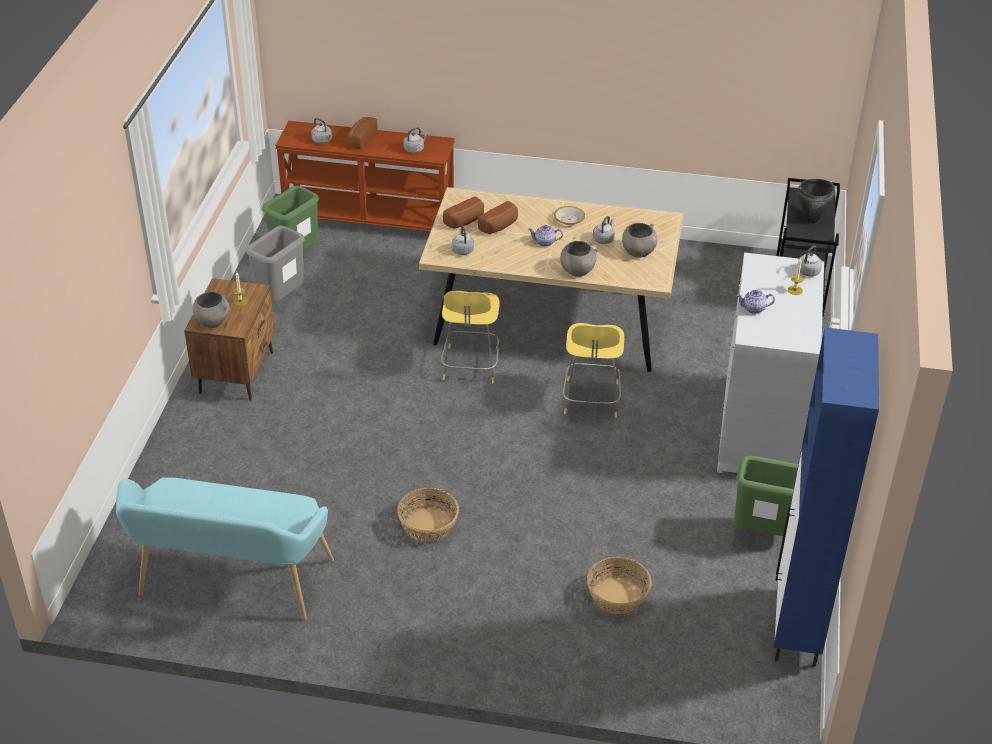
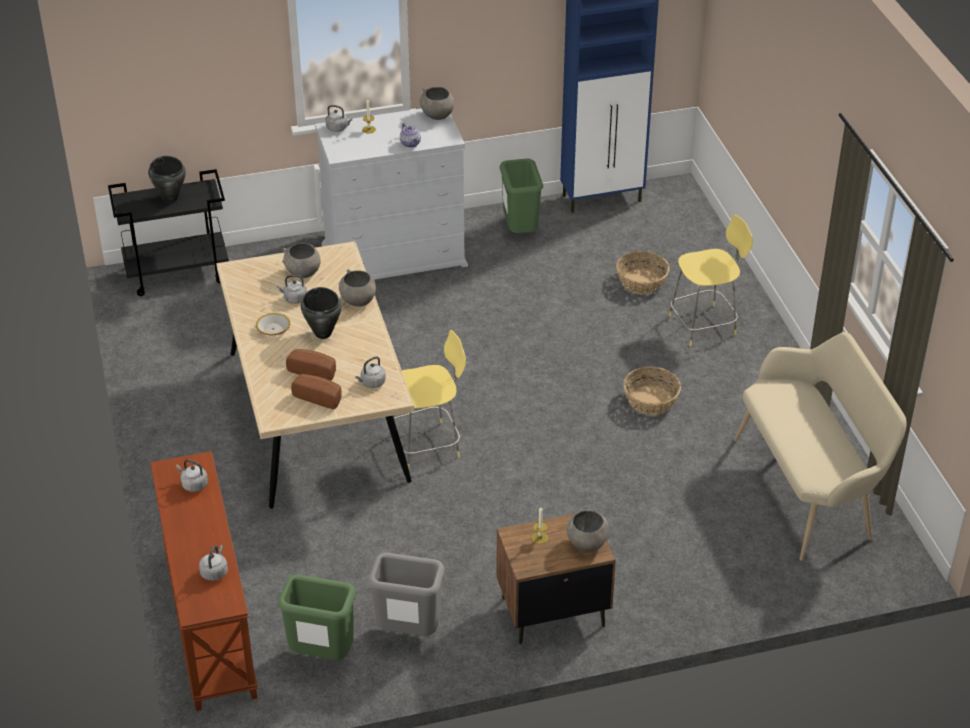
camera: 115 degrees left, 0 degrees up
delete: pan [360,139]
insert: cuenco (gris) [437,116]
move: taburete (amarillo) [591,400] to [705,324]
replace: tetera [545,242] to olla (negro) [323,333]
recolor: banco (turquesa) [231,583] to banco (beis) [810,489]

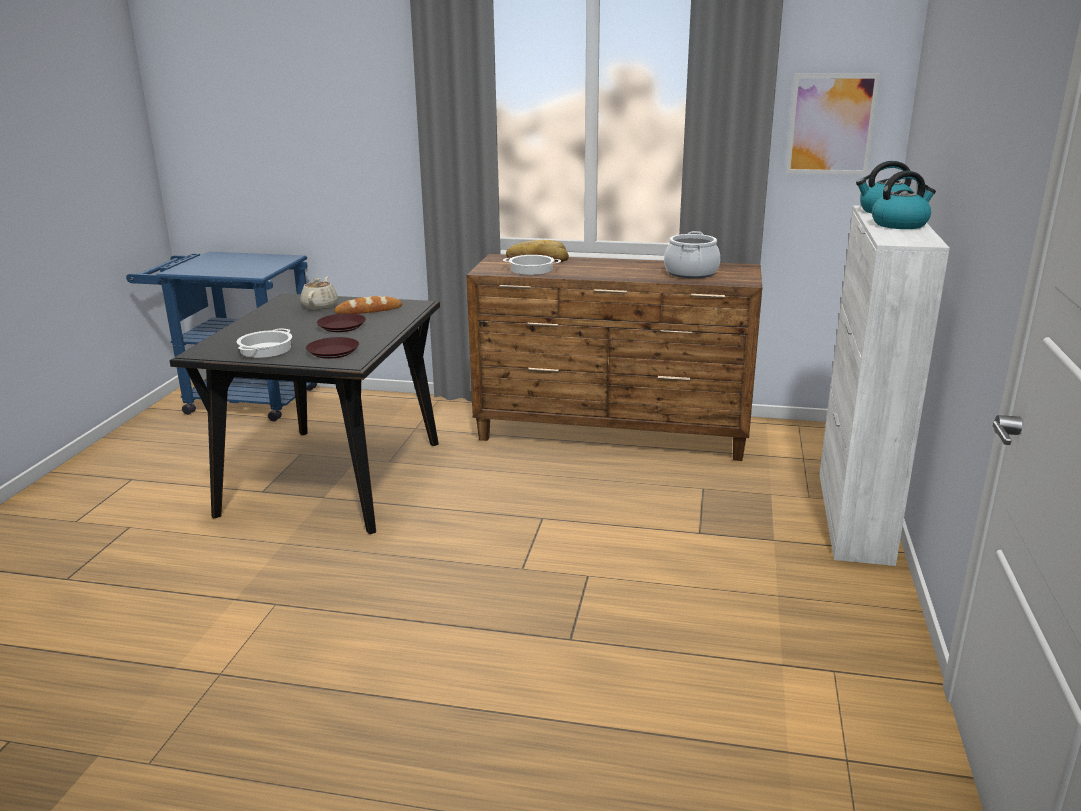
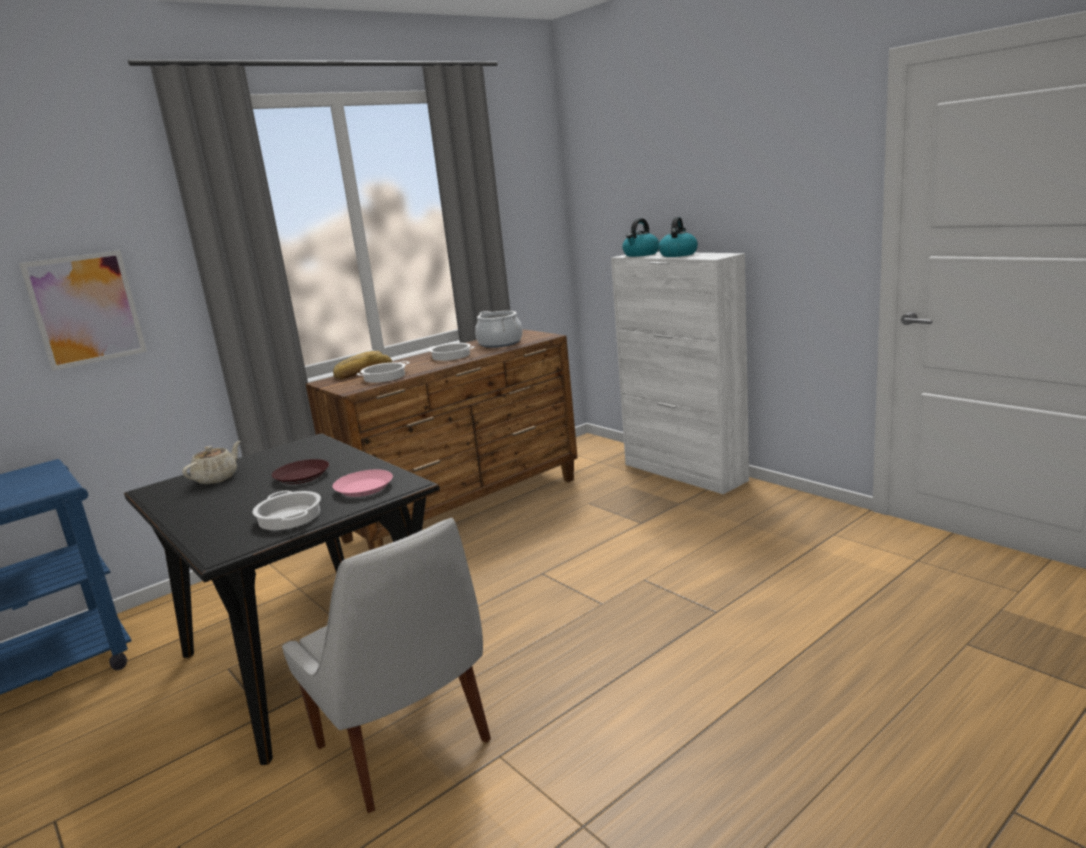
camera: 50 degrees left, 5 degrees down
delete: pan [369,310]
insert: silla (blanco) [406,747]; olla [450,356]
move: cuadro [831,124] to [86,309]
recolor: plato (marrón) [333,352] to plato (rosa) [363,488]
rotate: tetera (beis) [320,306] = [217,478] 75 degrees clockwise

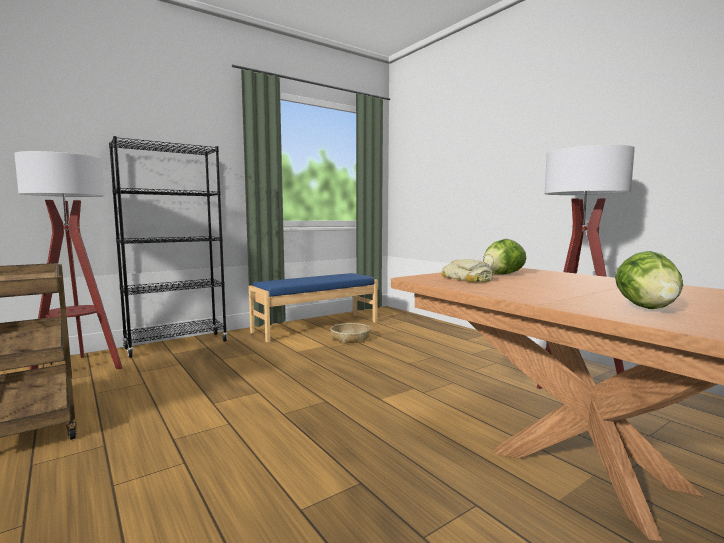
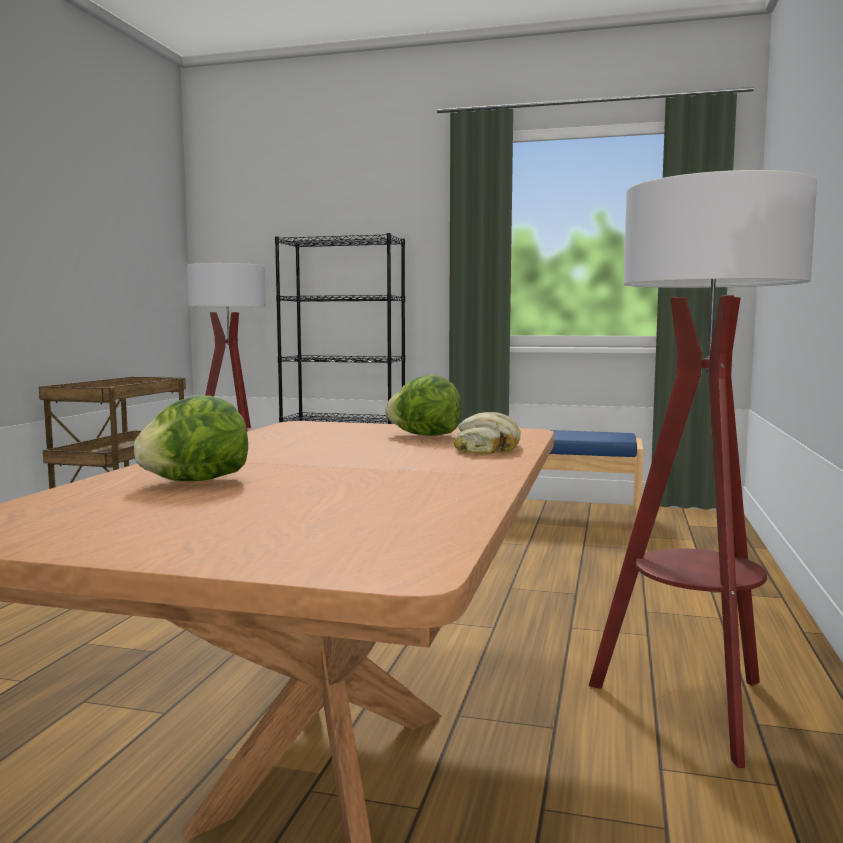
camera: 50 degrees right, 0 degrees up
delete: cesta [350,338]
move: pan [467,279] to [489,447]

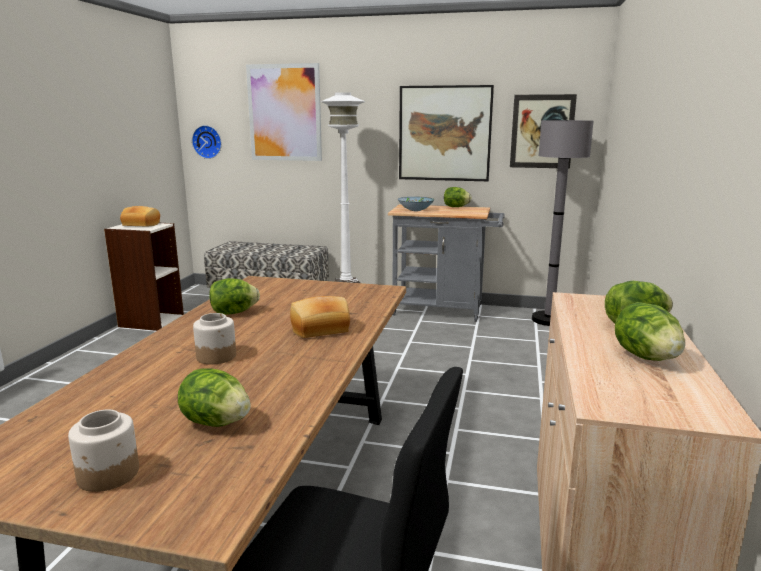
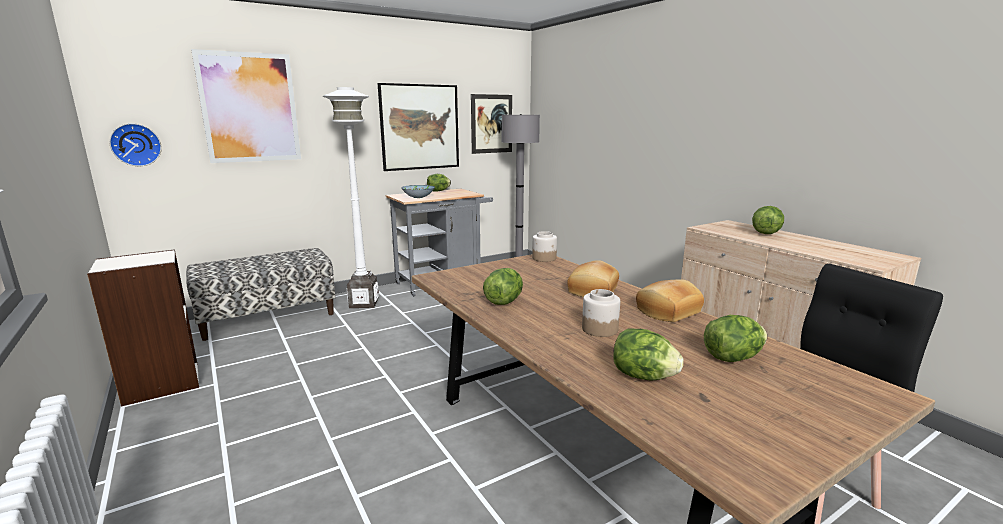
camera: 45 degrees left, 0 degrees up
move: tarro [108,474] to [544,258]; pan [142,224] to [667,311]; lechuga [646,357] to [643,376]

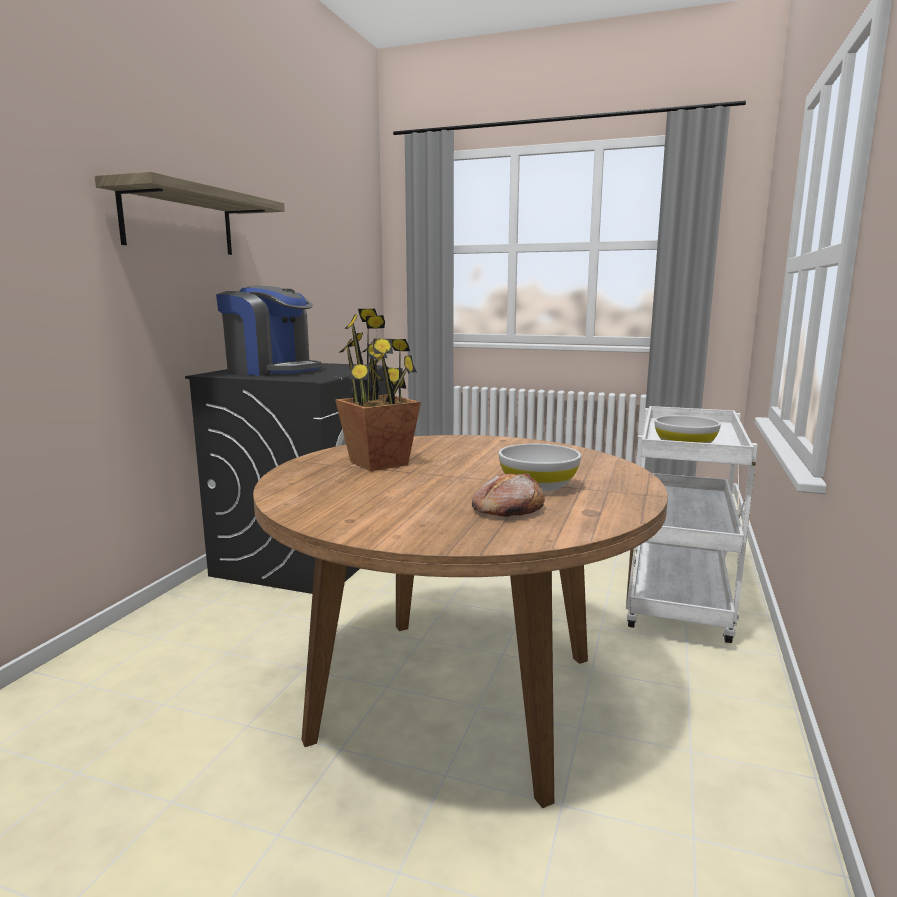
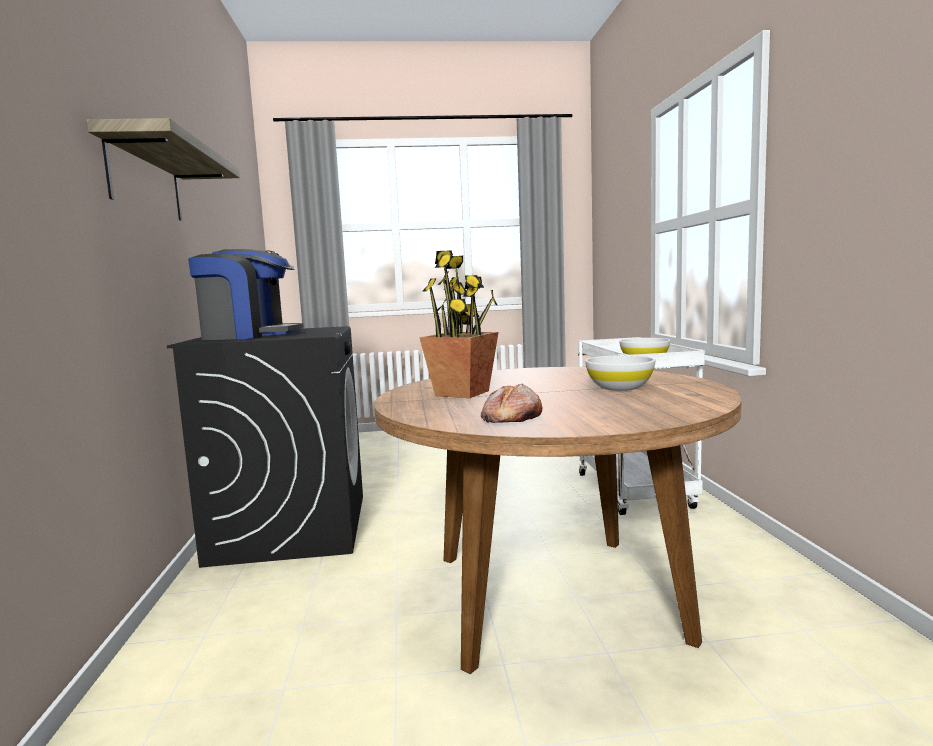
camera: 25 degrees left, 5 degrees down
move: pan [507,509] to [511,419]

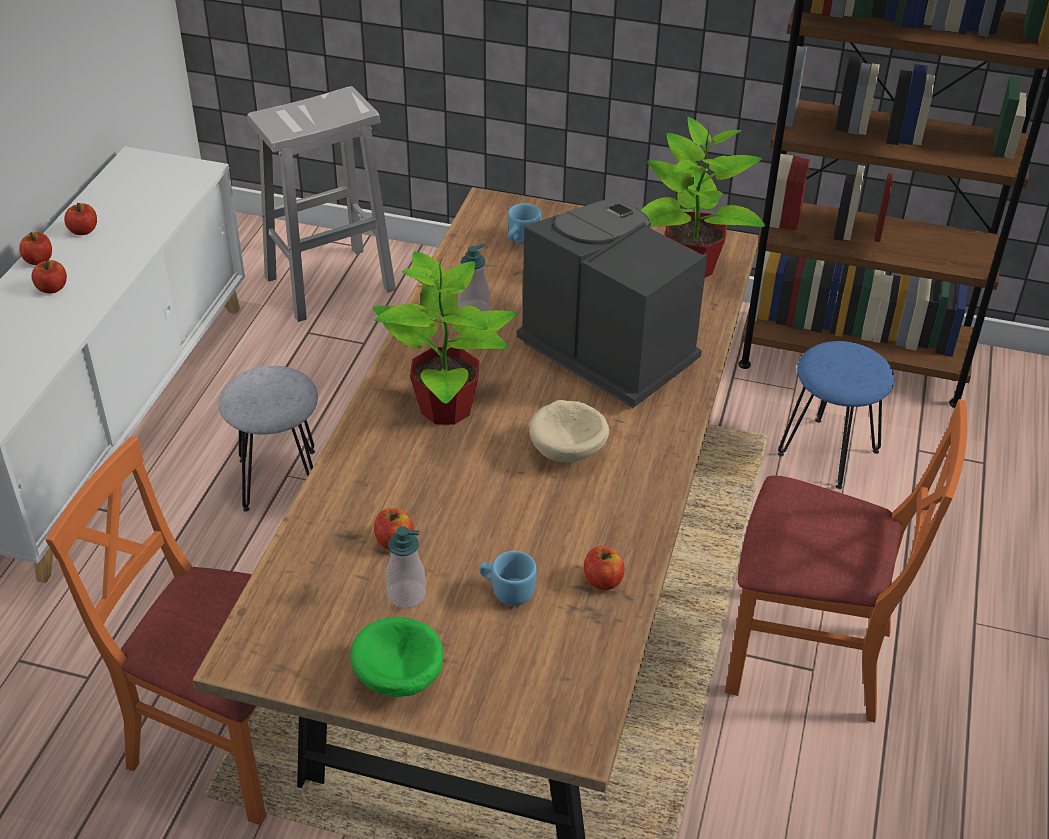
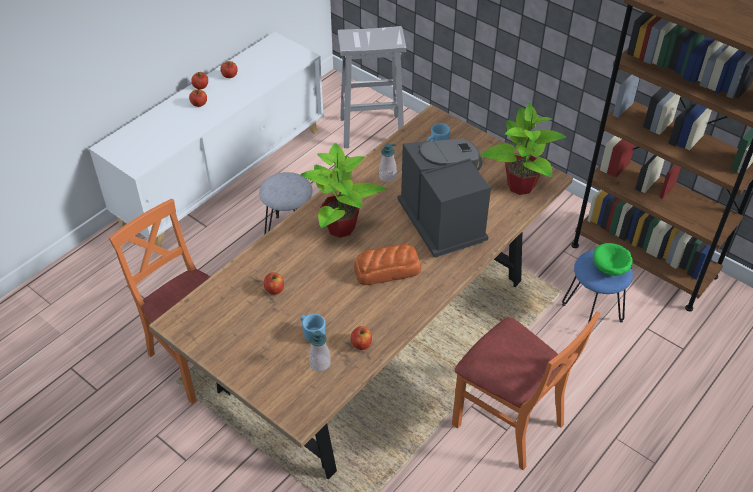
camera: 25 degrees right, 5 degrees up
move: cuenco (verde) [399,678] to [610,269]; dispensador de jabón [406,594] to [320,363]
replace: cuenco (beis) [569,450] to pan [388,270]

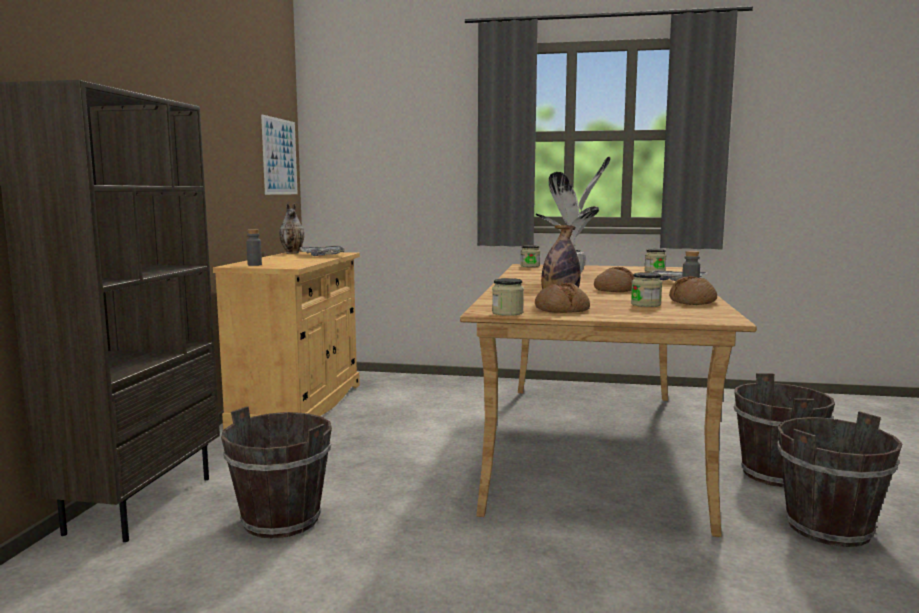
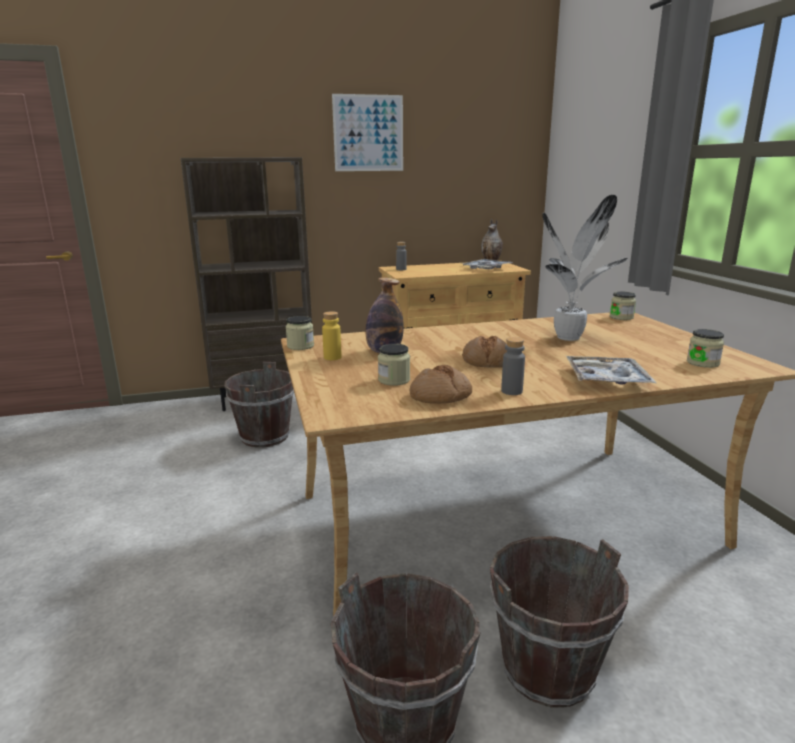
camera: 65 degrees right, 10 degrees up
move: cuadro [279,156] to [368,133]
replace: pan [561,309] to botella (amarillo) [332,357]

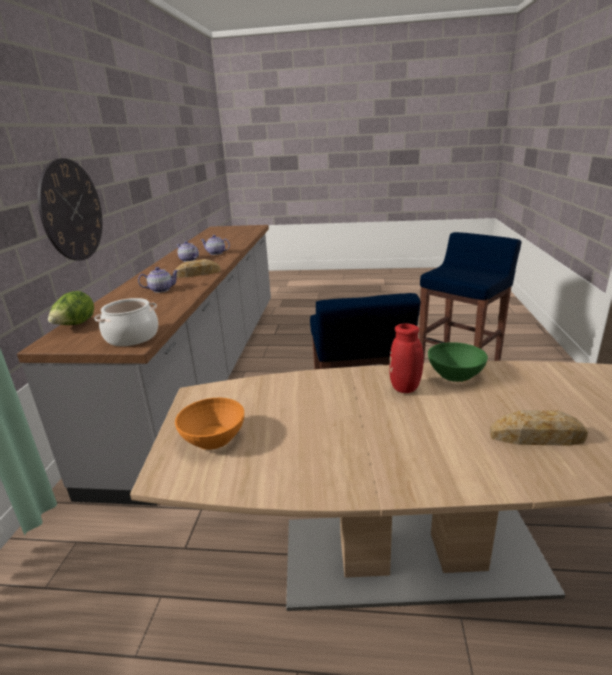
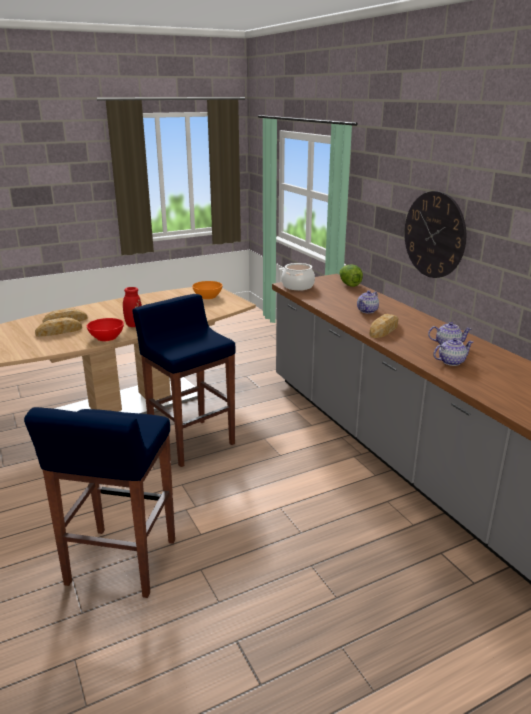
camera: 145 degrees right, 0 degrees up
insert: pan [59,331]
recolor: cuenco (verde) [455,374] to cuenco (rojo) [107,337]

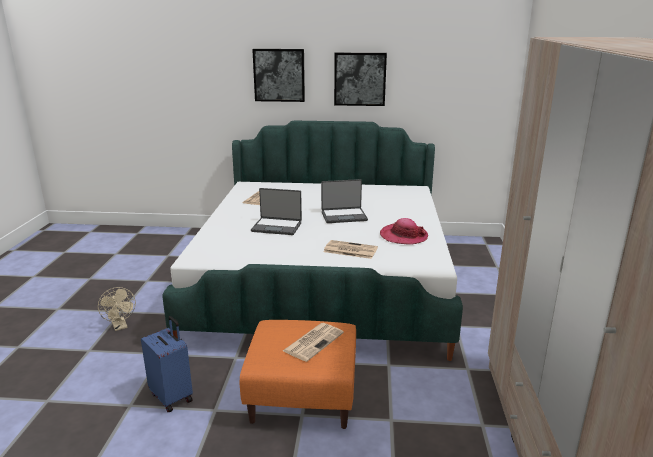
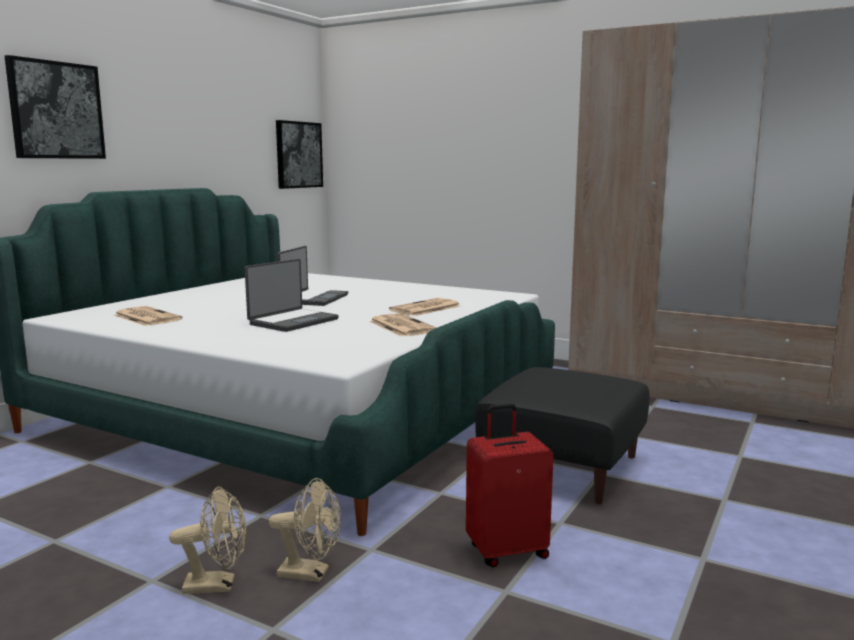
camera: 65 degrees left, 10 degrees down
delete: sombrero [403,236]
insert: ventilador (beis) [311,573]
move: periódico [313,341] to [401,326]; cuadro [360,79] to [298,155]
recolor: maleta (azul) [172,396] to maleta (rojo) [506,551]; puf (naranja) [303,395] to puf (negro) [562,466]

